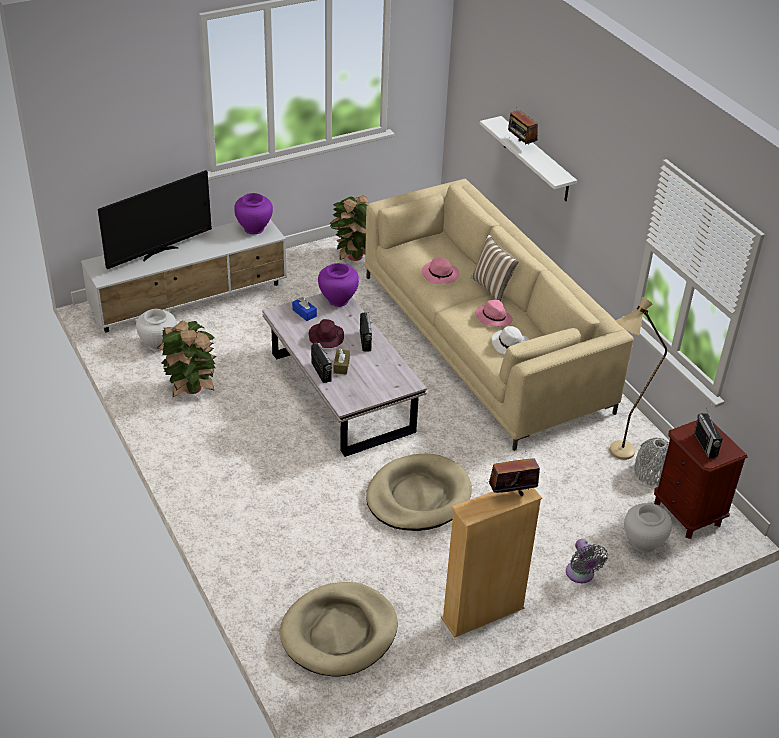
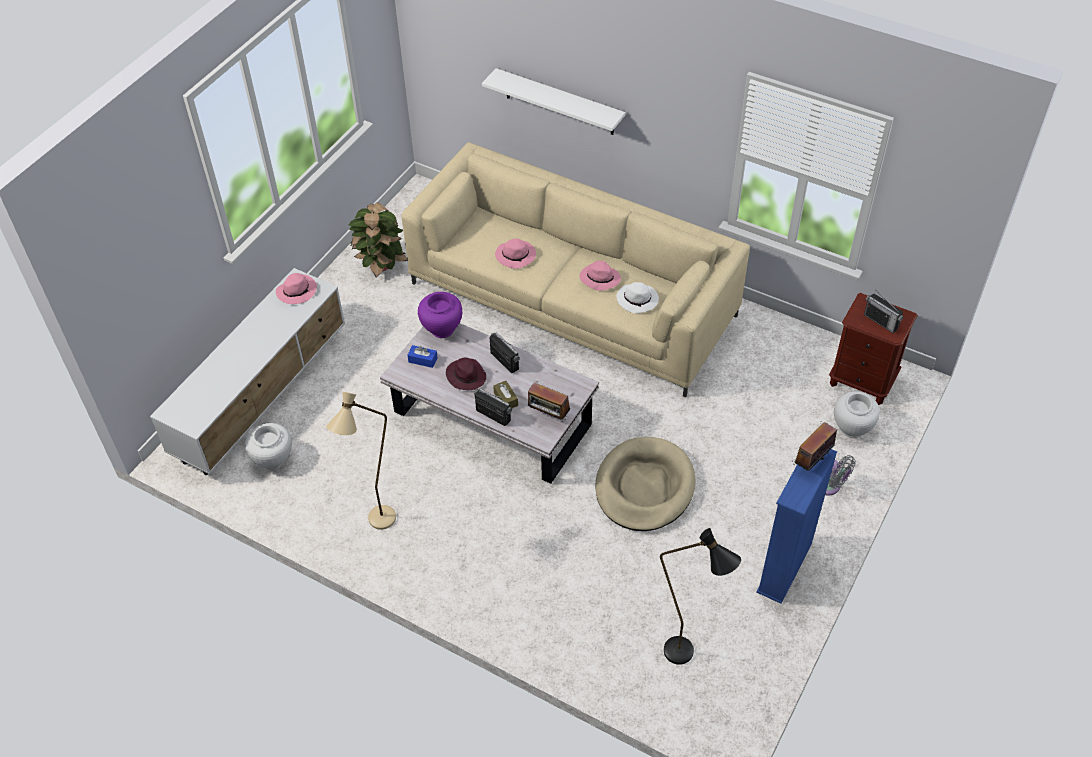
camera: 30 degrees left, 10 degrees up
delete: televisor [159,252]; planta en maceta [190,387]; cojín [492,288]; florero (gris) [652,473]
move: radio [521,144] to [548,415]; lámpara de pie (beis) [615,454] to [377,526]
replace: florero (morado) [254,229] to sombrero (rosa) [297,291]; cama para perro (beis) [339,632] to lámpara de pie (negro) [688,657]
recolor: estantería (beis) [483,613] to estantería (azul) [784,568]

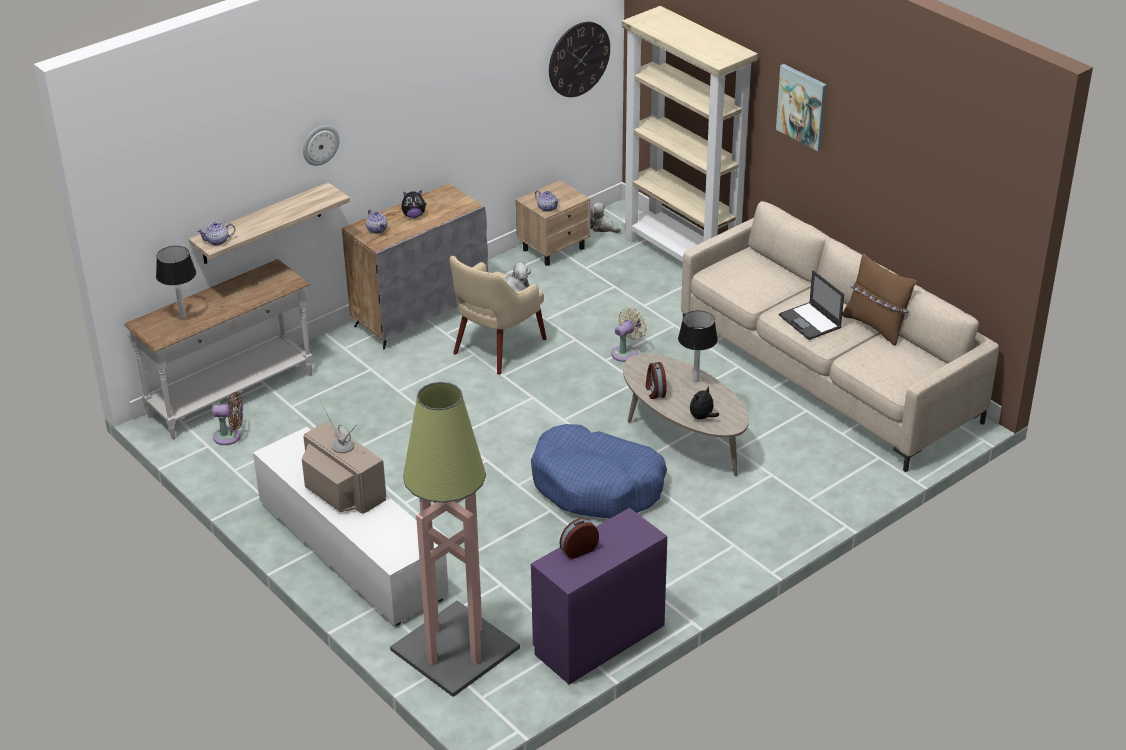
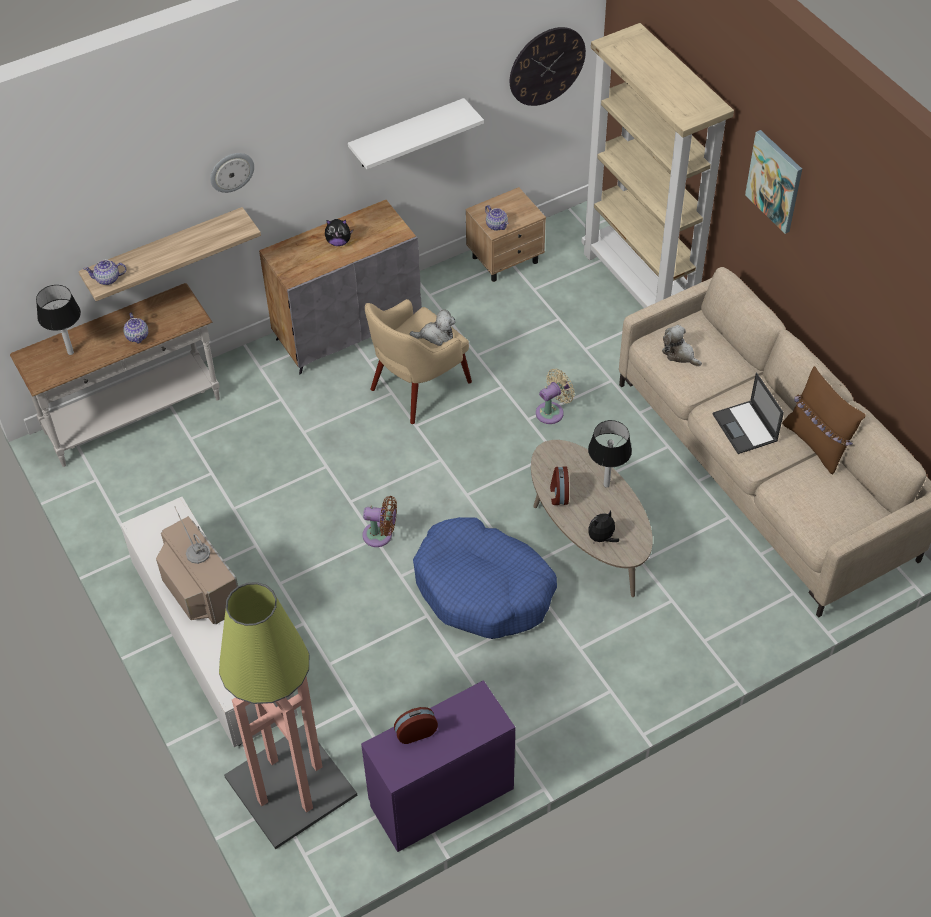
camera: 10 degrees right, 15 degrees up
insert: estante (blanco) [407,134]
move: ventilador (marrón) [230,436] to [380,535]; tetera [377,229] to [137,336]; peluche [602,227] to [679,354]

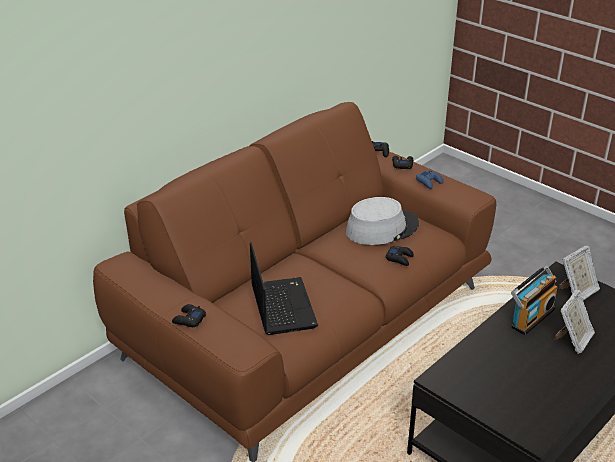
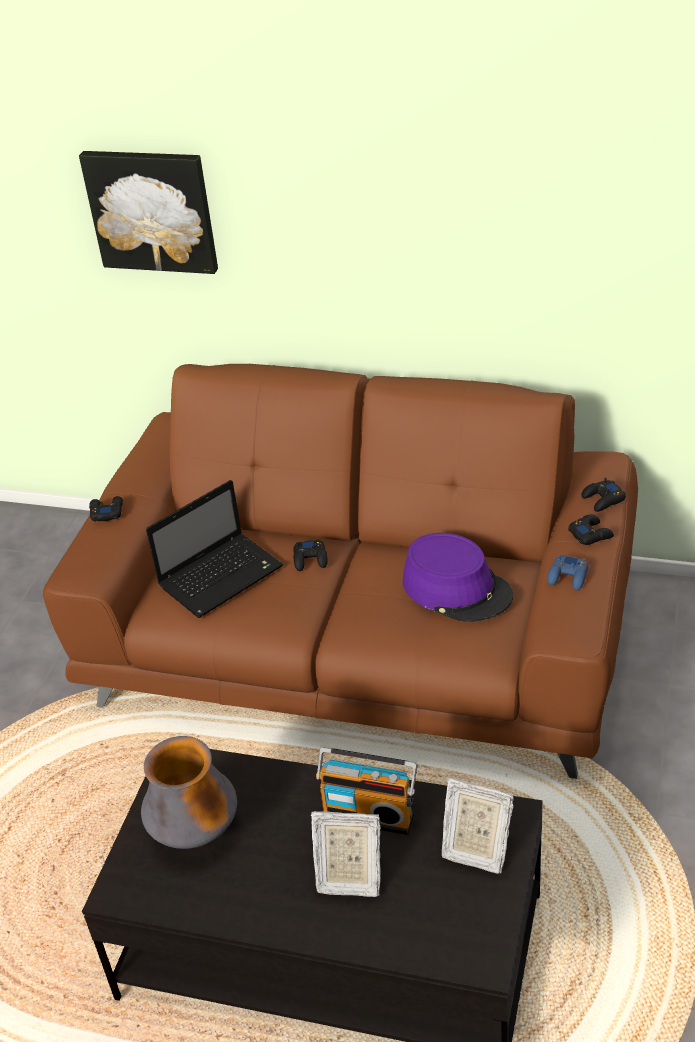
camera: 65 degrees right, 5 degrees up
insert: cuadro [152,210]; florero [196,834]
move: mando de consola (negro) [399,258] to [310,559]
recolor: sombrero (gris) [382,228] to sombrero (morado) [457,589]

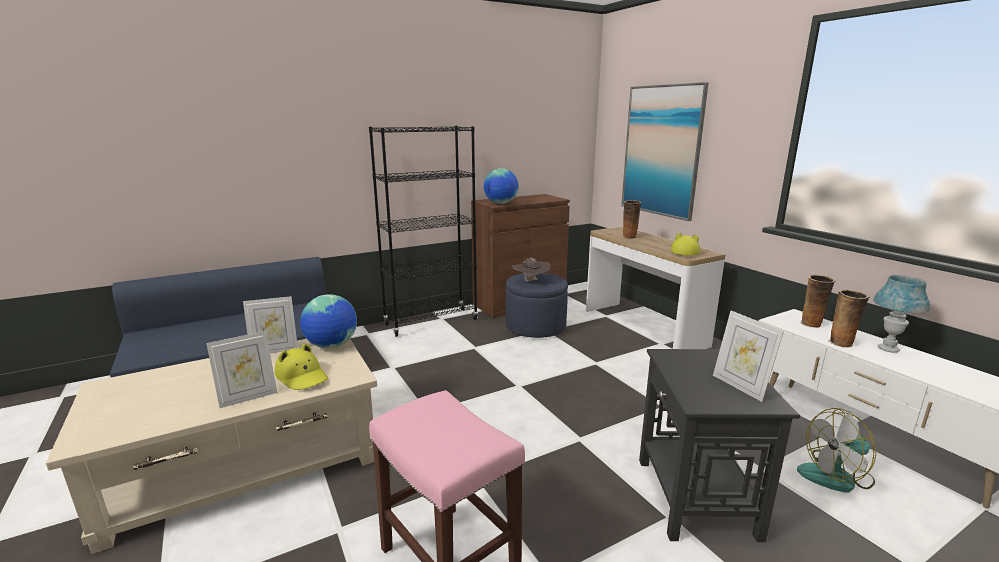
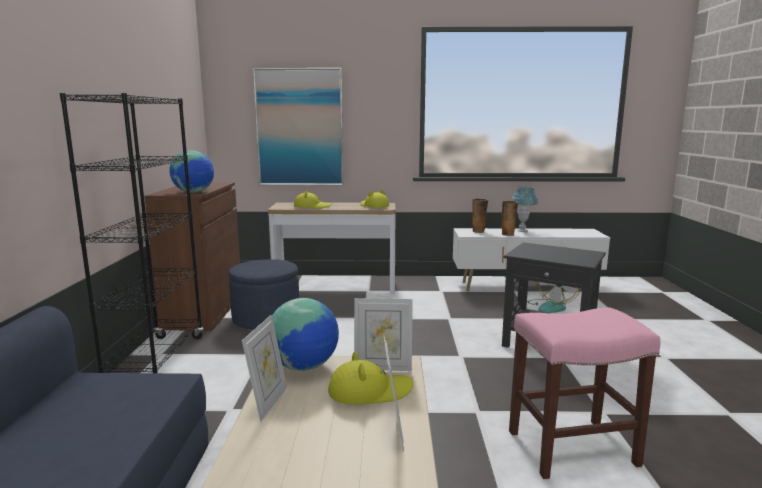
camera: 60 degrees left, 5 degrees down
delete: sombrero (marrón) [531,282]
move: portarretratos [740,386] to [383,367]
replace: florero [629,237] to sombrero (amarillo) [312,207]

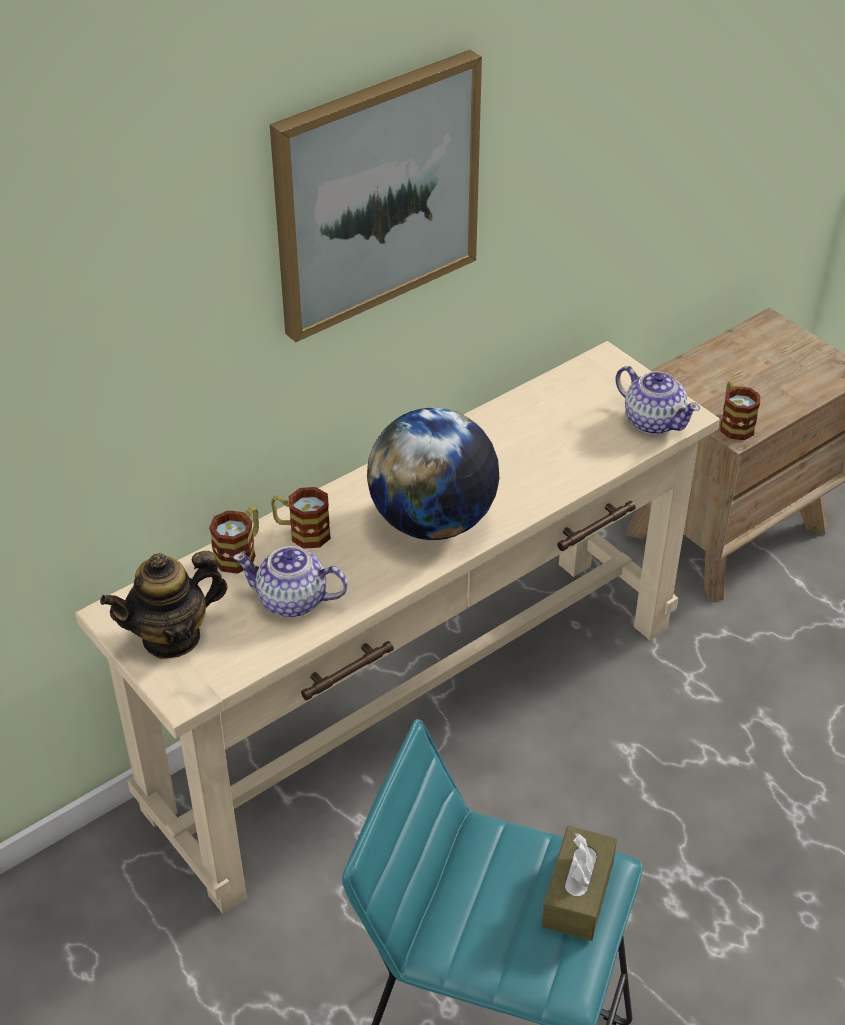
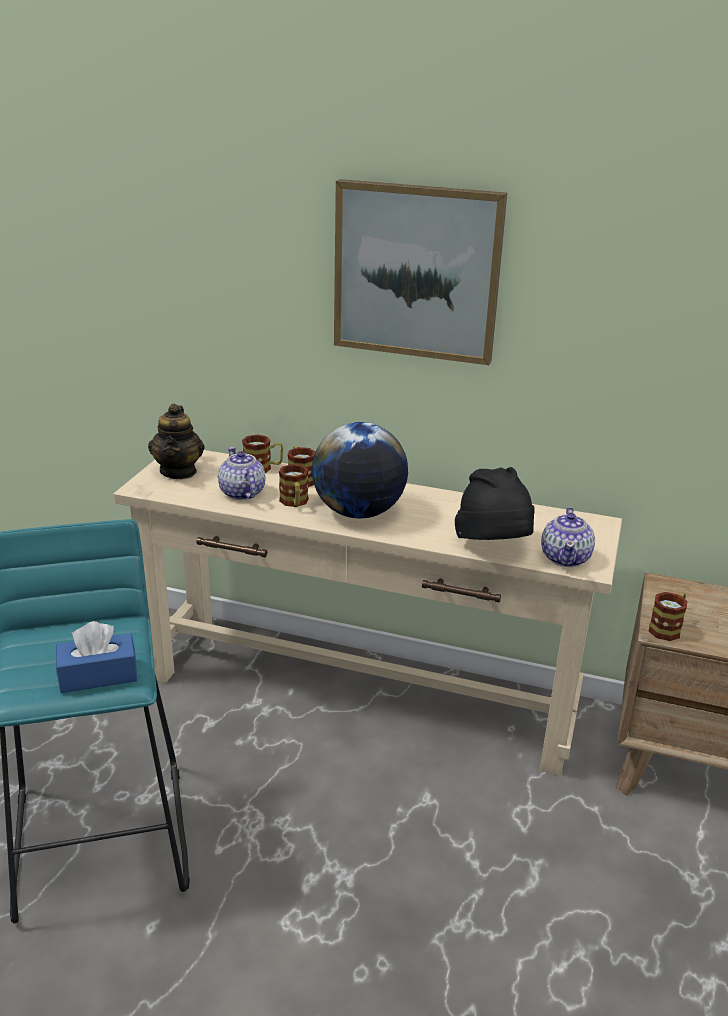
camera: 55 degrees right, 15 degrees down
insert: taza grande [294,503]; sombrero (negro) [494,547]
recolor: caja de pañuelos (marrón) [578,894] to caja de pañuelos (azul) [98,675]
rotate: tetera [172,637] = [179,471] 120 degrees counterclockwise

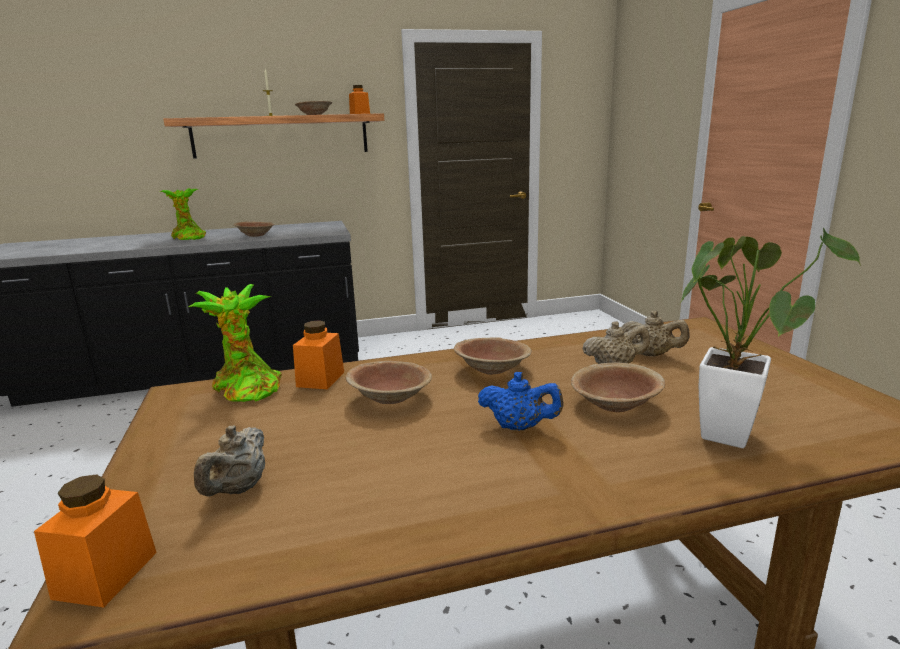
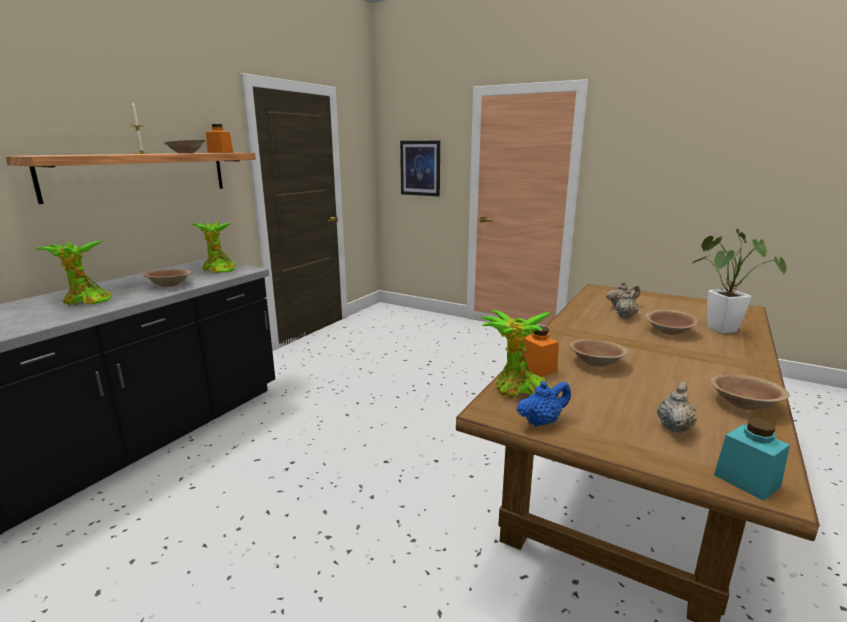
camera: 45 degrees left, 0 degrees up
insert: planta en maceta [218,270]; cuadro [420,168]
move: cuenco (marrón) [492,369] to [743,404]; tetera (azul) [519,427] to [541,422]
recolor: tarro (naranja) [106,575] to tarro (turquesa) [746,480]
rotate: tetera (beis) [238,489] = [674,426] 120 degrees counterclockwise

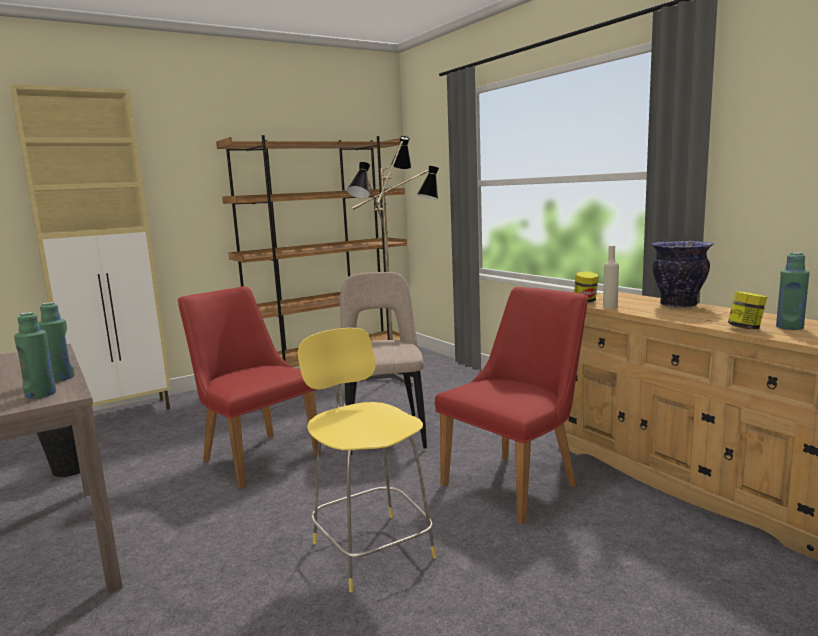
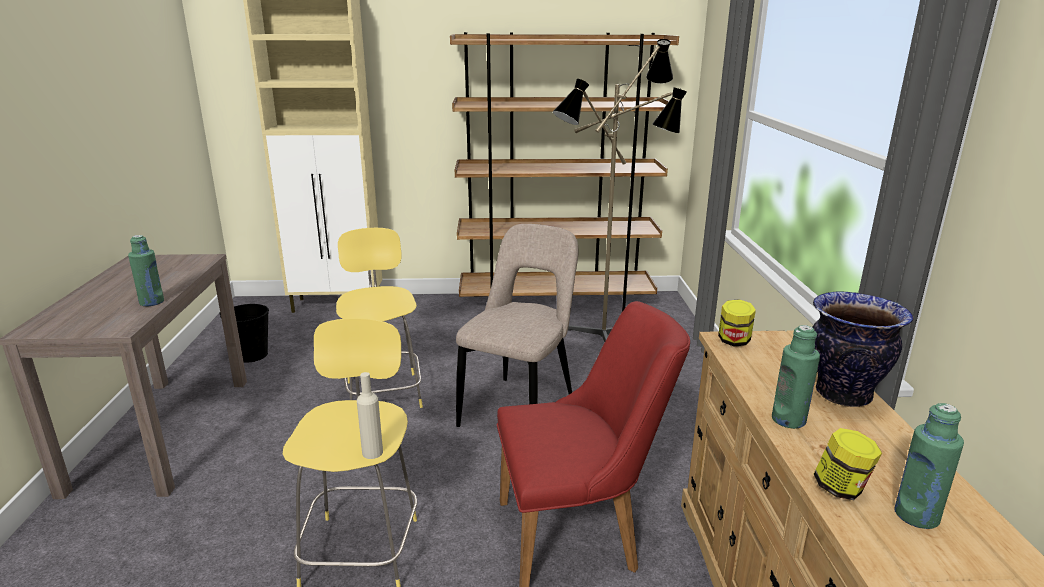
camera: 30 degrees right, 10 degrees up
move: botella (verde) [41,394] to [788,420]; botella (beis) [610,307] to [372,452]
replace: silla (rojo) [254,455] to taburete (amarillo) [383,392]

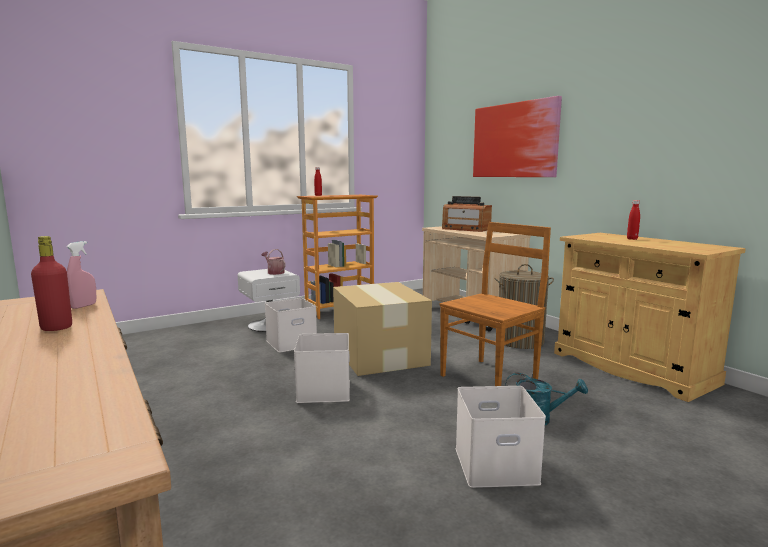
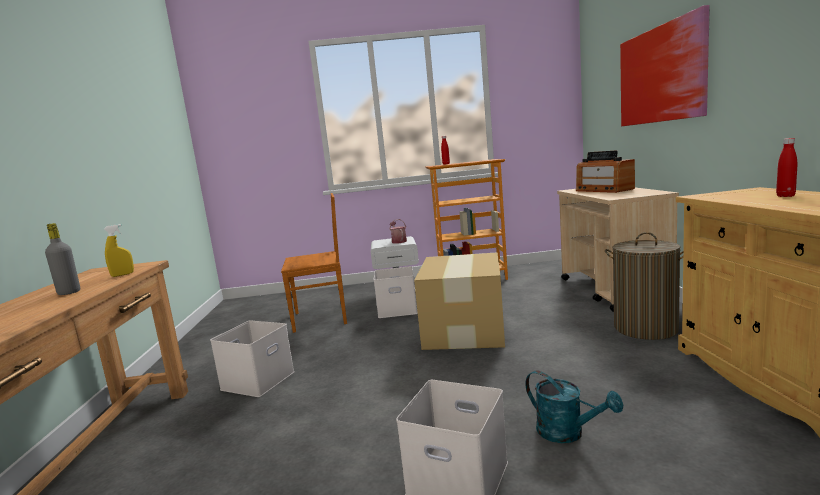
camera: 30 degrees right, 0 degrees up
move: caja de almacenaje (blanco) [322,390] to [258,380]; silla (marrón) [490,377] to [322,318]
recolor: botella (rojo) [56,328] to botella (gris) [69,292]; pulverizador (rosa) [83,306] to pulverizador (amarillo) [122,275]

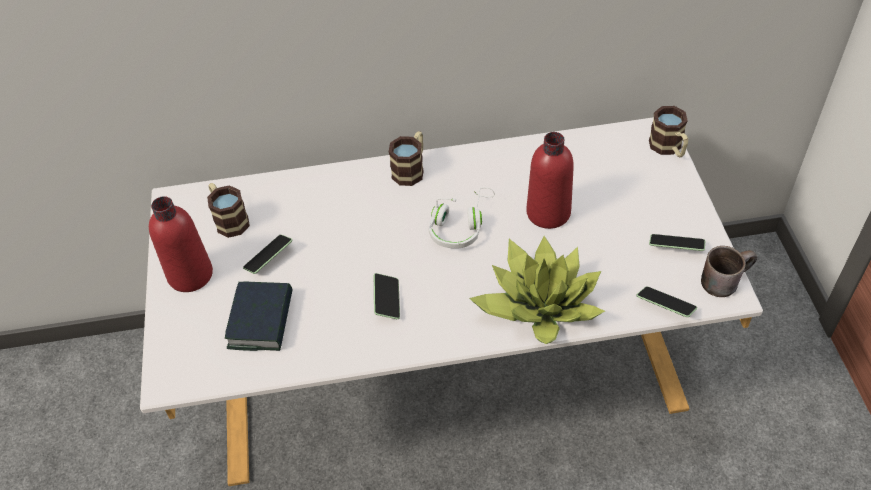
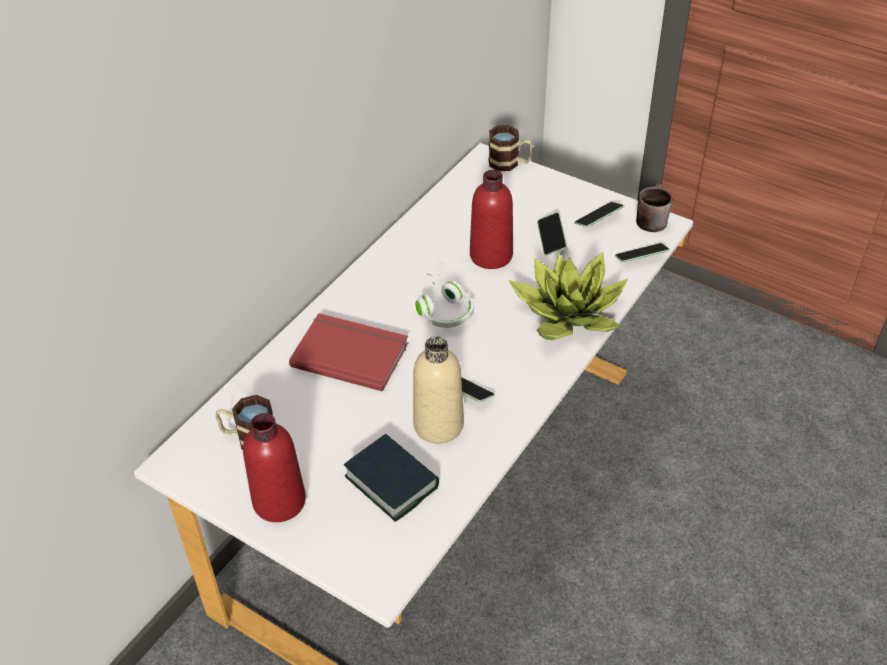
camera: 50 degrees left, 5 degrees down
delete: taza grande [411,169]
insert: libro (rojo) [350,352]; botella (beis) [438,425]
move: móvil [269,259] to [551,239]

